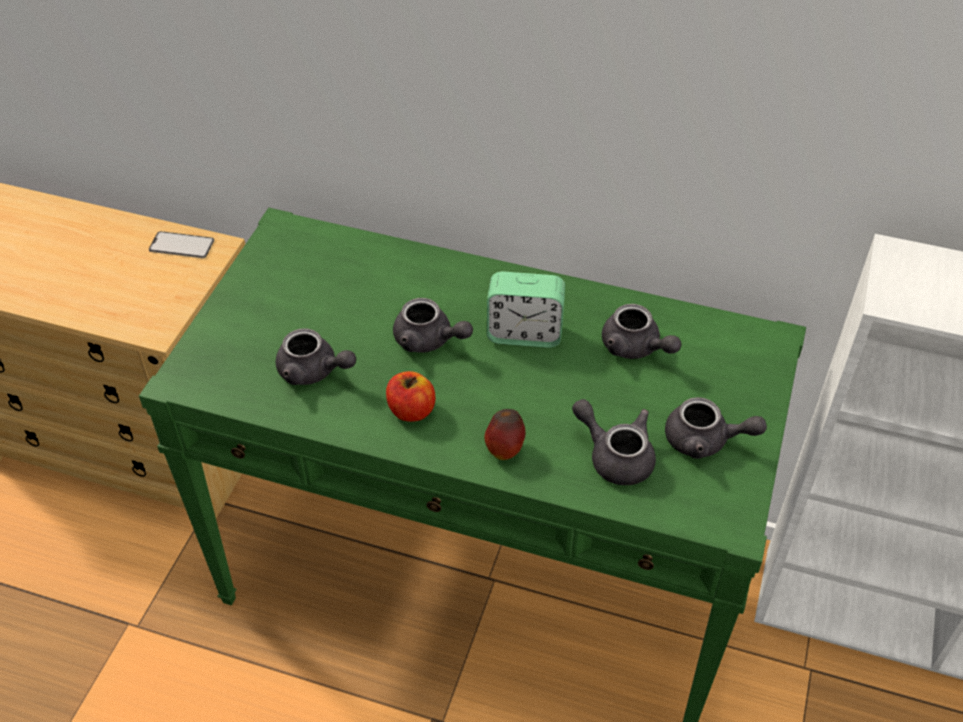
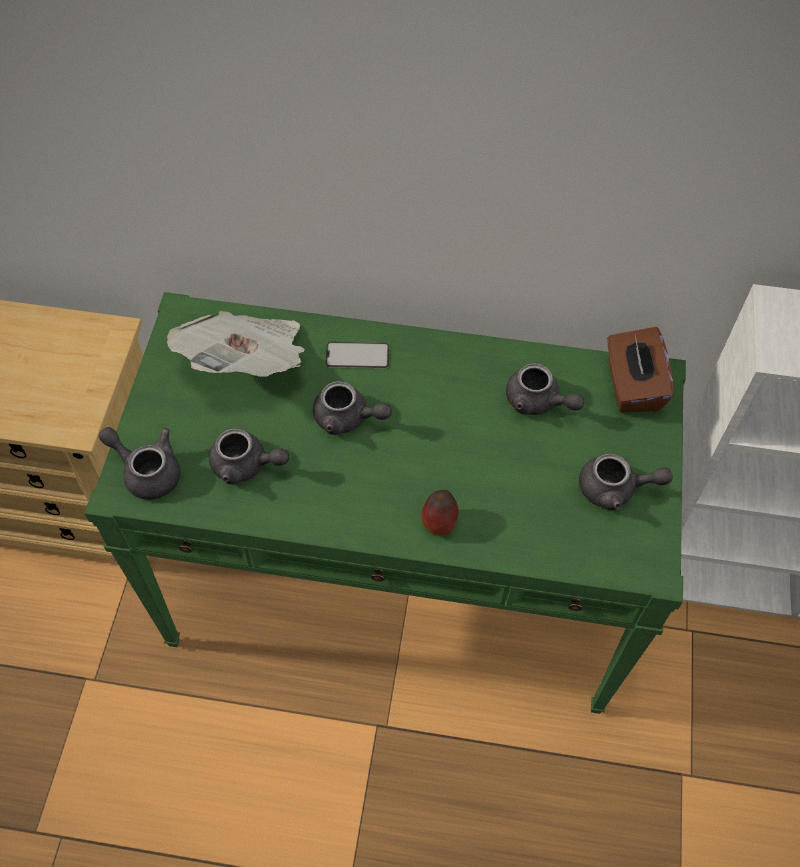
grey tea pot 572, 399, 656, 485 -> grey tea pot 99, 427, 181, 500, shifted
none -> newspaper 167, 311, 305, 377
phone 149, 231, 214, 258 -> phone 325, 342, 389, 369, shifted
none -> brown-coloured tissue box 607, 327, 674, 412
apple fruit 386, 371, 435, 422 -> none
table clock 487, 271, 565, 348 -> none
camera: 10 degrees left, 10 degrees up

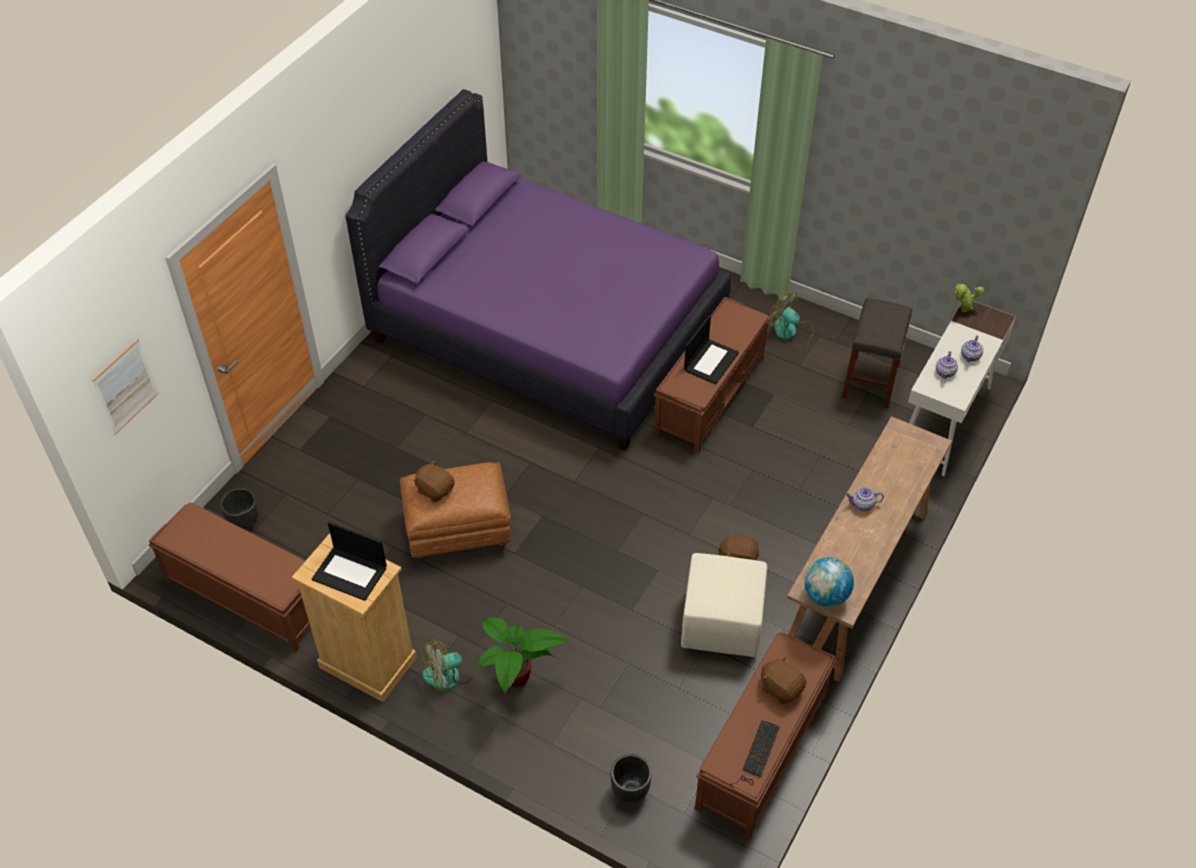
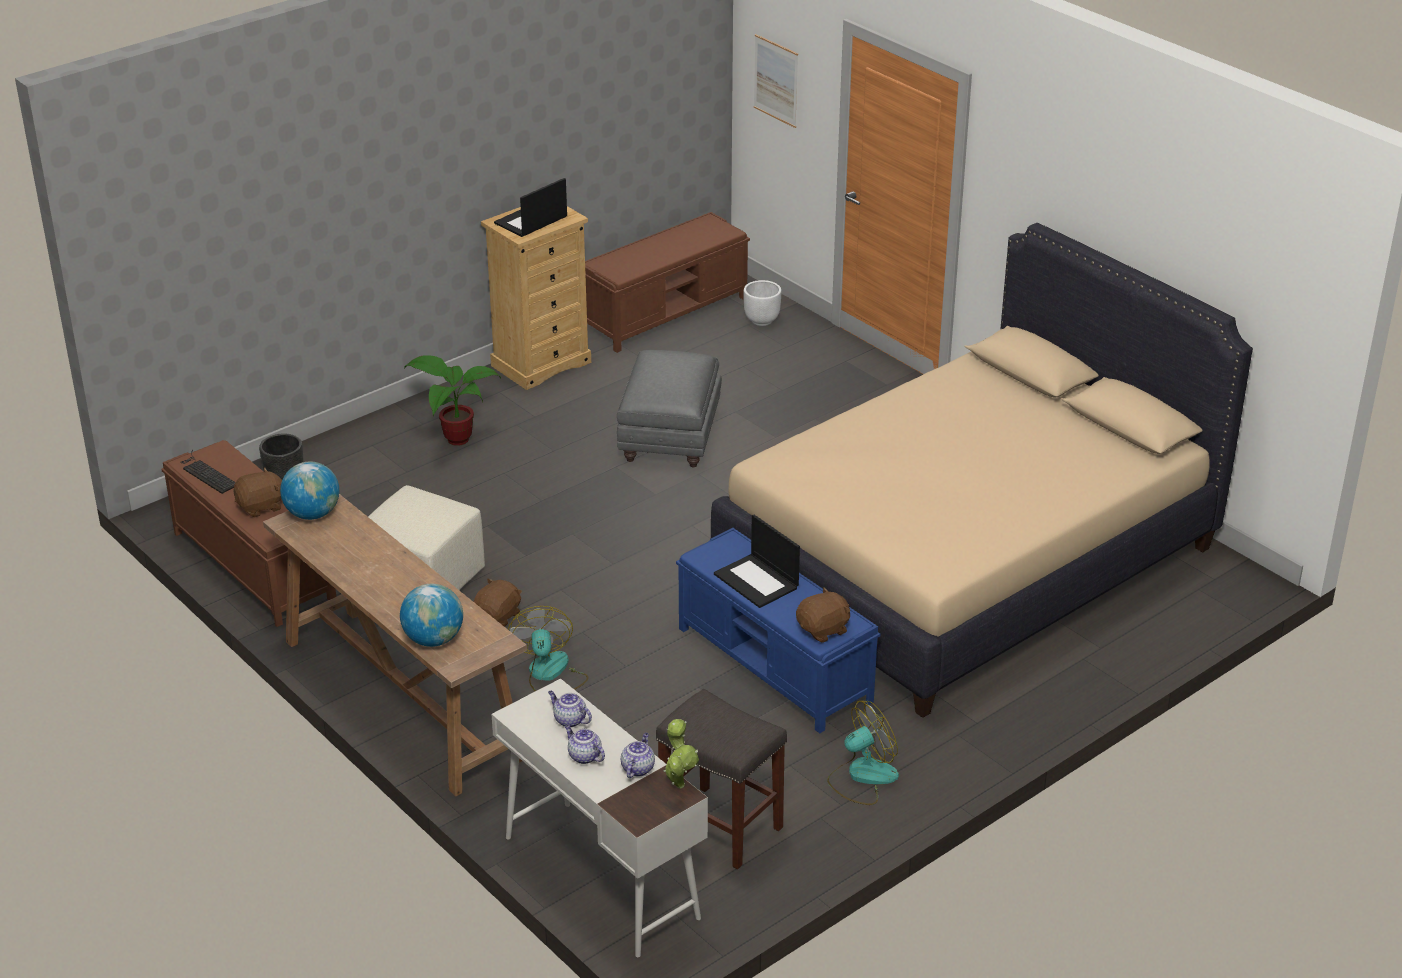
none -> desk globe 400, 584, 463, 647
electric fan 422, 639, 477, 691 -> electric fan 508, 606, 589, 691, shifted
brown-coloured pouffe 400, 462, 510, 560 -> grey pouffe 617, 350, 722, 468
tea pot 846, 487, 884, 511 -> tea pot 621, 733, 655, 778, shifted
brown-coloured bench 654, 297, 770, 454 -> blue-coloured bench 676, 528, 880, 733
purple sleeping bed 345, 89, 731, 451 -> beige-coloured sleeping bed 711, 223, 1253, 718
blackish planter 220, 488, 259, 529 -> whitish planter 744, 280, 781, 326
brown-coloured soft toy 414, 460, 455, 503 -> brown-coloured soft toy 796, 588, 850, 643, shifted
camera: 110 degrees right, 15 degrees down

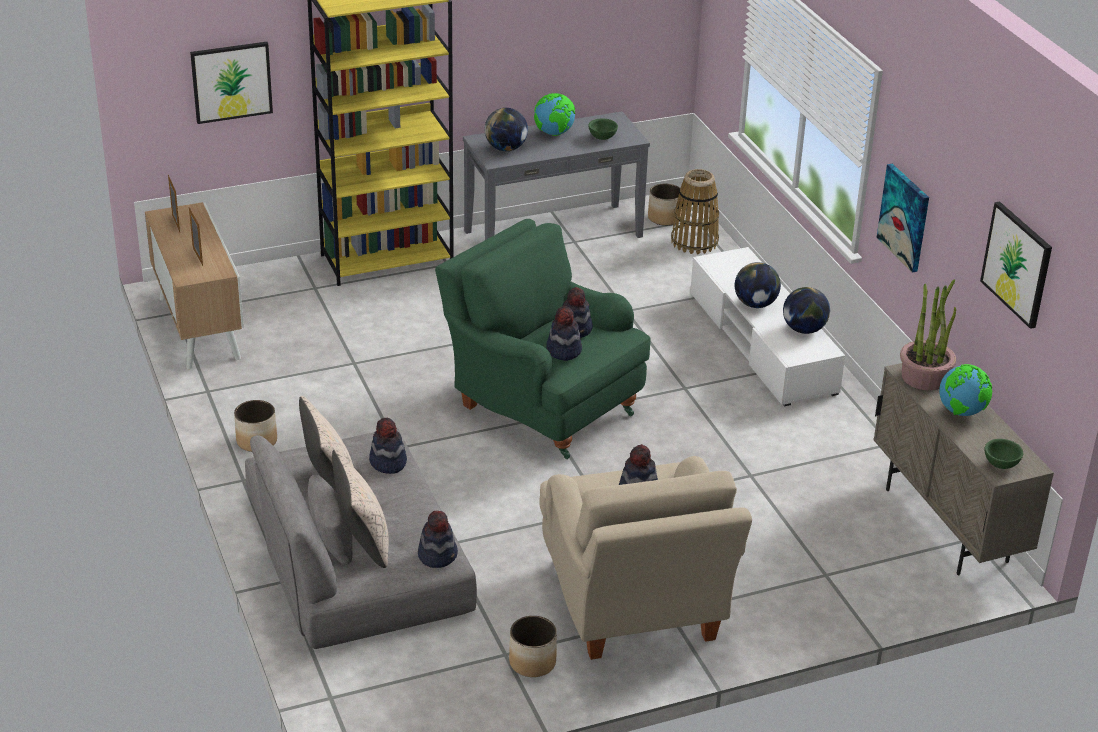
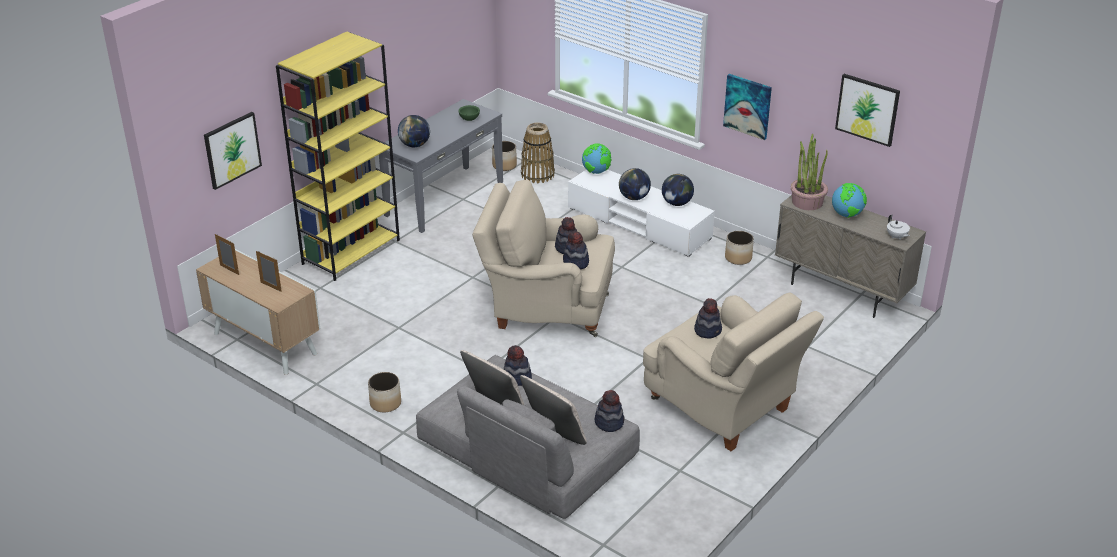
greenish easy chair 435, 219, 651, 459 -> beige-coloured easy chair 472, 180, 615, 337
desk globe 534, 93, 576, 136 -> desk globe 582, 143, 612, 174, shifted
planter 509, 616, 557, 677 -> planter 725, 231, 754, 265, shifted
greenish serving bowl 985, 439, 1023, 469 -> whitish tea pot 887, 214, 910, 240
camera: 30 degrees left, 0 degrees up

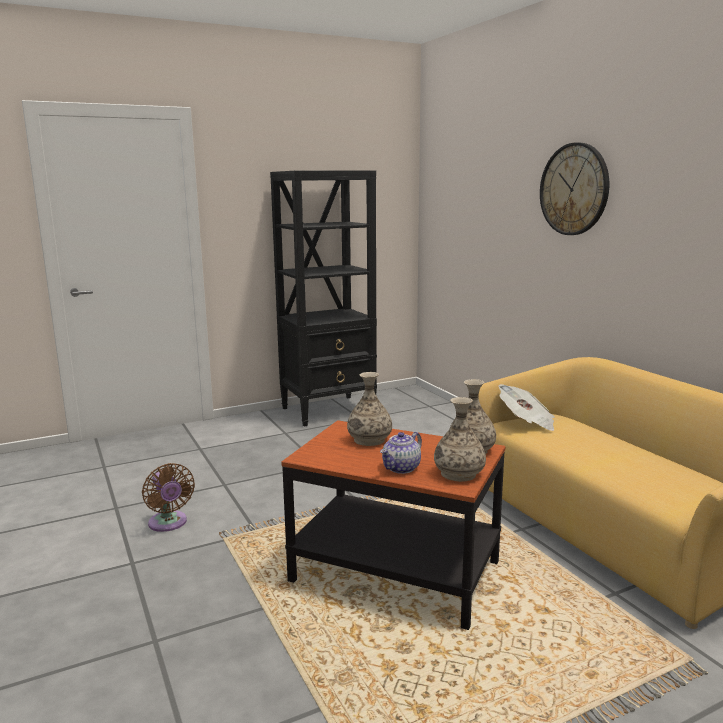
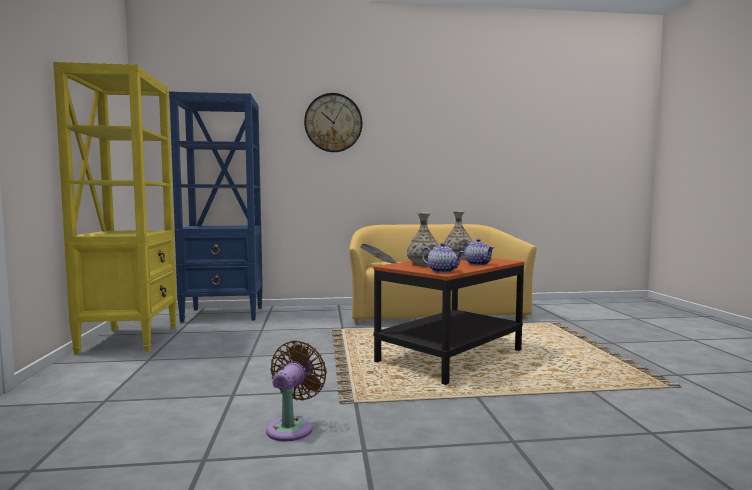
blackish shelving unit 270, 171, 377, 427 -> yellowish shelving unit 53, 62, 177, 354
none -> blue-coloured shelving unit 169, 91, 263, 323
brown-coloured electric fan 142, 463, 195, 532 -> brown-coloured electric fan 266, 340, 327, 442, 60 degrees counterclockwise
none -> tea pot 421, 243, 464, 273
flower vase 434, 397, 486, 482 -> none
camera: 70 degrees left, 10 degrees down

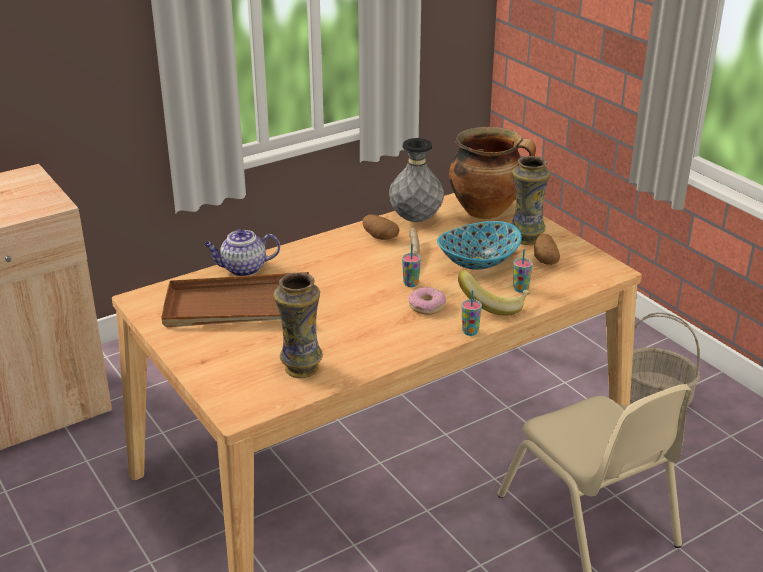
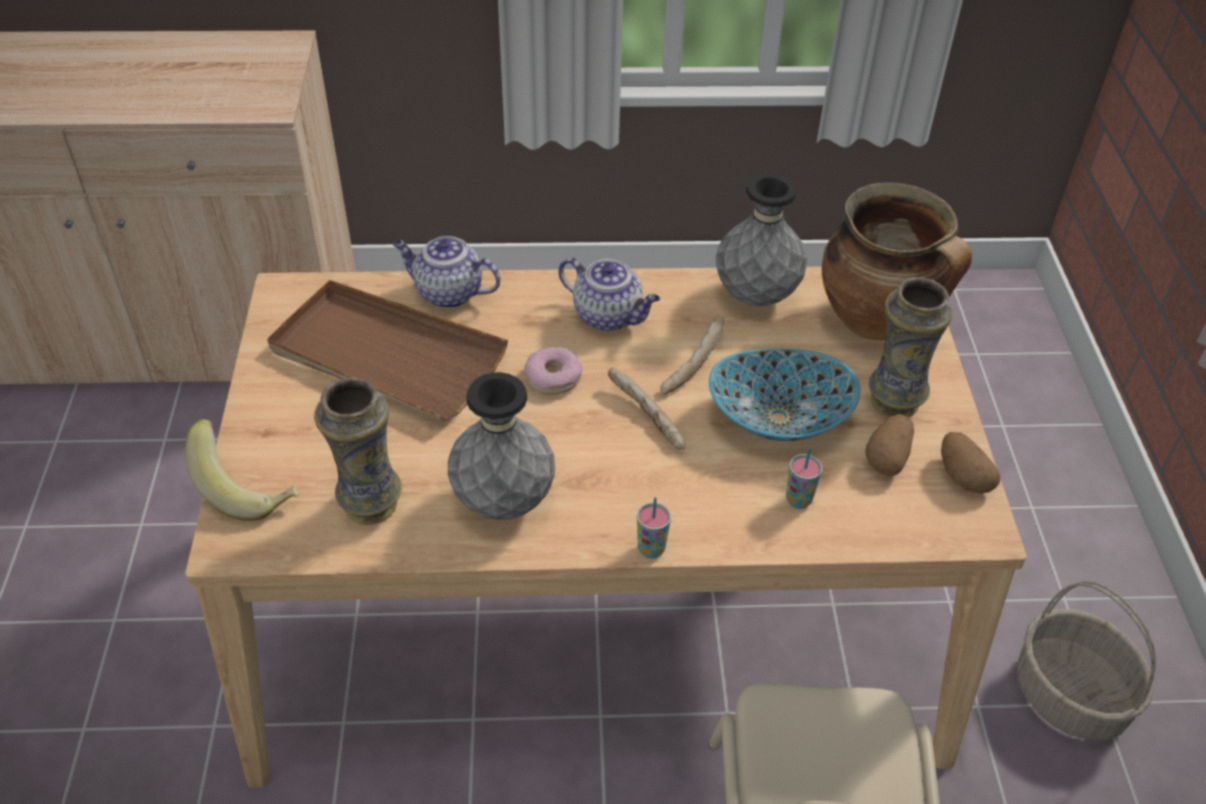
banana 458, 270, 530, 316 -> banana 185, 419, 299, 521, shifted
none -> grey flower vase 448, 372, 555, 520
donut 409, 287, 446, 315 -> donut 525, 347, 583, 395, shifted
none -> tea pot 559, 257, 660, 331
small cup 402, 244, 421, 287 -> bread 608, 367, 686, 450
spud 363, 214, 400, 240 -> spud 941, 432, 1000, 493, shifted
camera: 30 degrees right, 15 degrees up

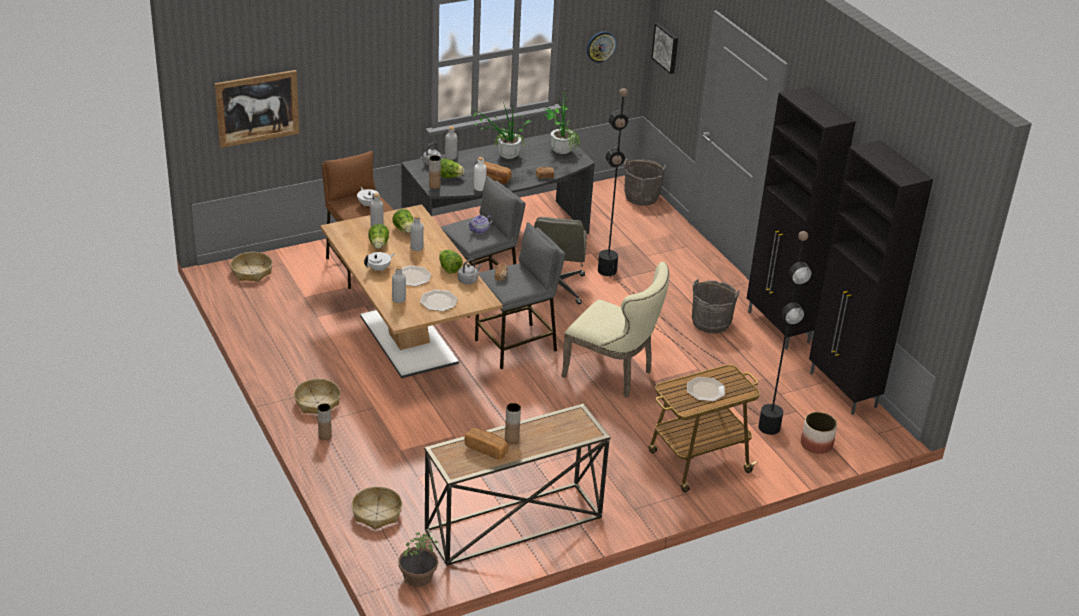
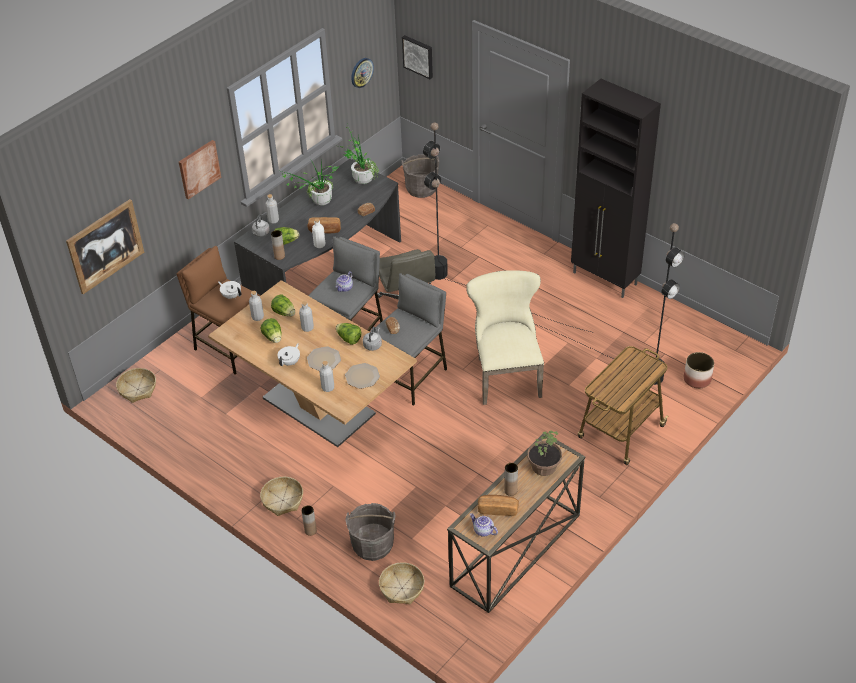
none -> picture 179, 140, 221, 200
grey bucket 692, 279, 740, 334 -> grey bucket 345, 503, 395, 561, shifted
beige-coloured upright chair 561, 262, 669, 398 -> beige-coloured upright chair 466, 270, 544, 405, 105 degrees counterclockwise
none -> tea pot 470, 513, 498, 537
houseplant 398, 533, 438, 587 -> houseplant 527, 430, 562, 476, shifted
plate 687, 377, 725, 401 -> none
blackish storage cabinet 809, 140, 933, 415 -> none
camera: 20 degrees left, 10 degrees up

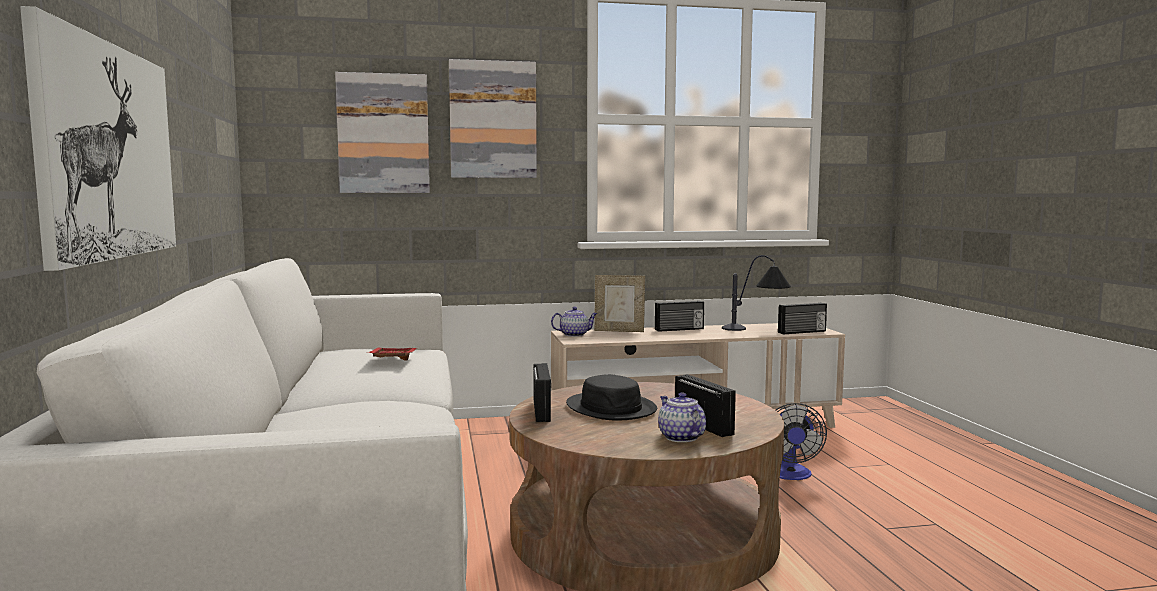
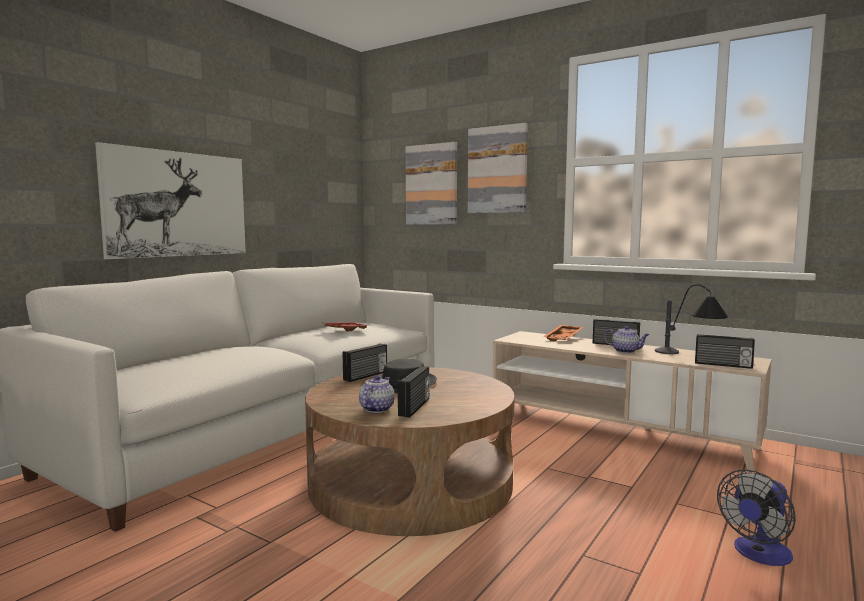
standing frame 594, 275, 645, 332 -> orangey tray 543, 325, 583, 341
tea pot 551, 307, 598, 337 -> tea pot 604, 326, 649, 353, shifted
electric fan 776, 403, 827, 480 -> electric fan 717, 469, 796, 566, shifted
camera: 45 degrees right, 0 degrees up

